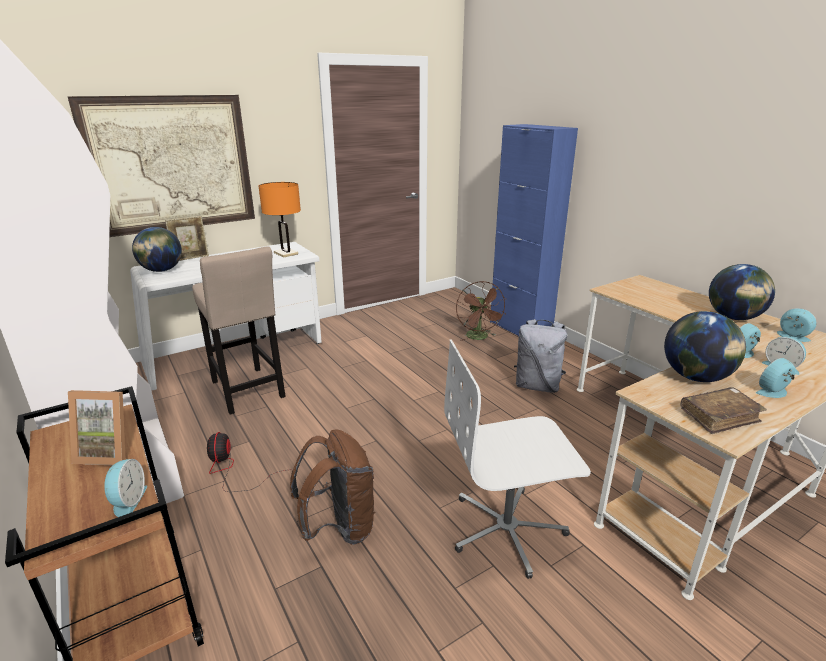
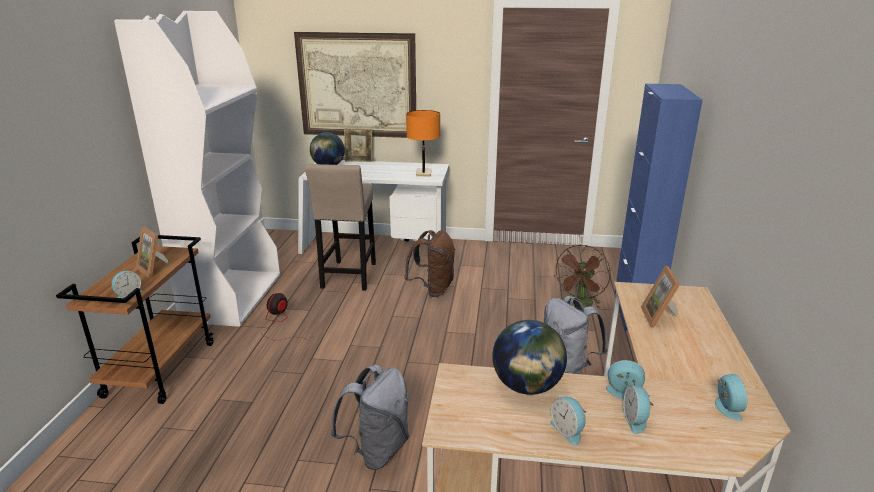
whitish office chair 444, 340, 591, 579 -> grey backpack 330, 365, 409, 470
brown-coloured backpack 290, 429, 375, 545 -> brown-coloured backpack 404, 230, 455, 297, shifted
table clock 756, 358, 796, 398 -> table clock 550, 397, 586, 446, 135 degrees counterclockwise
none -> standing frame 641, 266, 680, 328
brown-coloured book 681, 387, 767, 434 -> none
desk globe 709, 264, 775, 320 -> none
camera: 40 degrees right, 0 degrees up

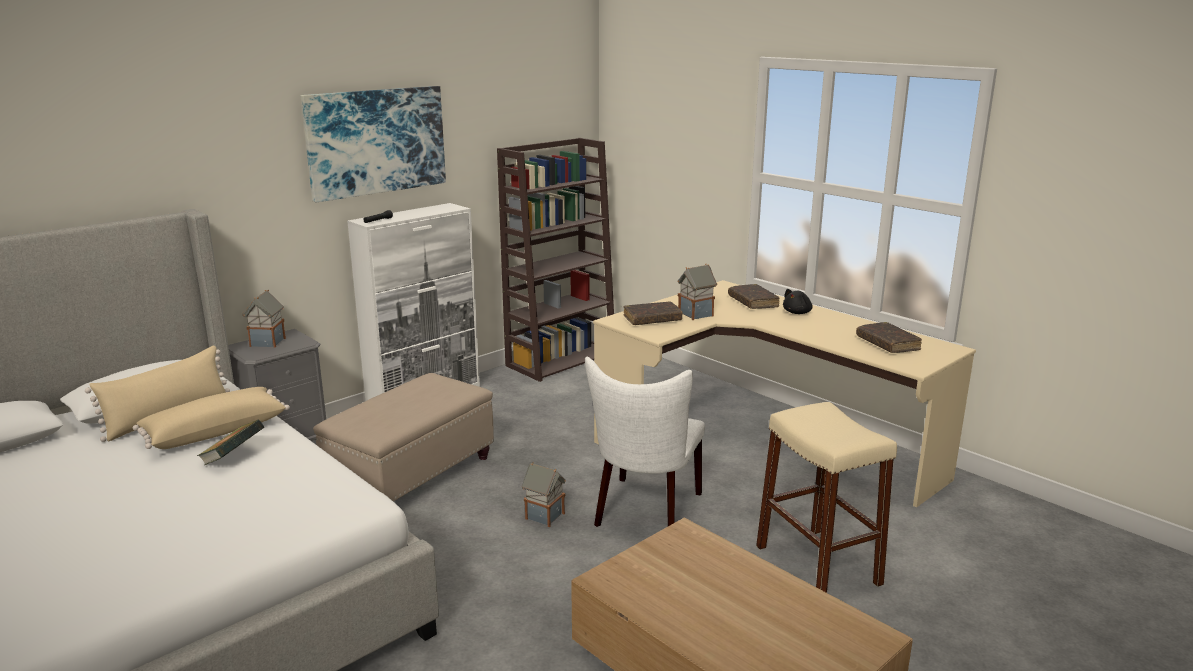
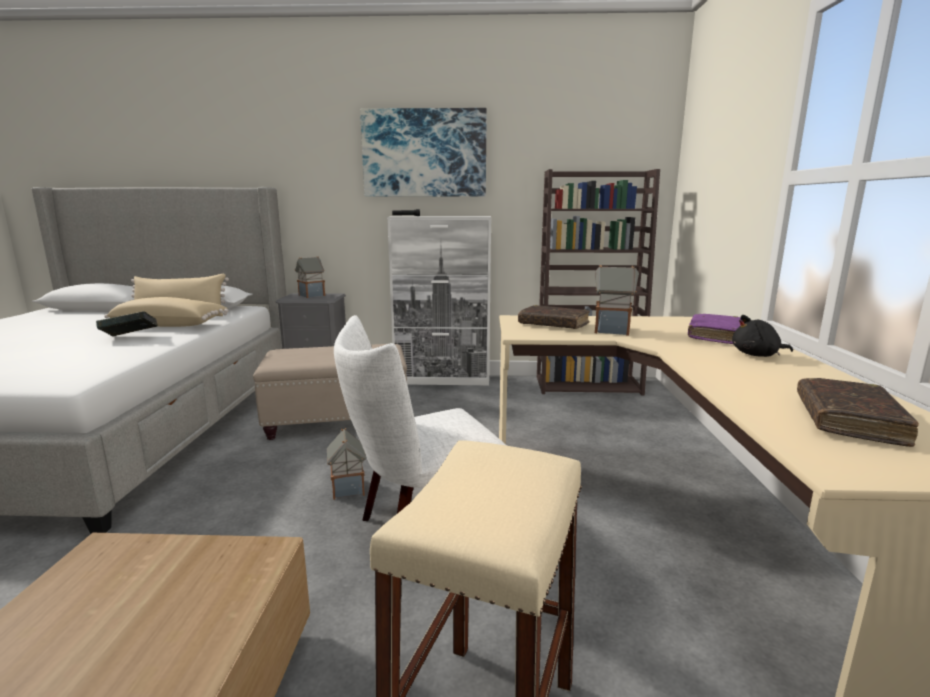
brown-coloured book 728, 284, 779, 309 -> purple book 688, 314, 741, 344
camera: 45 degrees right, 5 degrees down

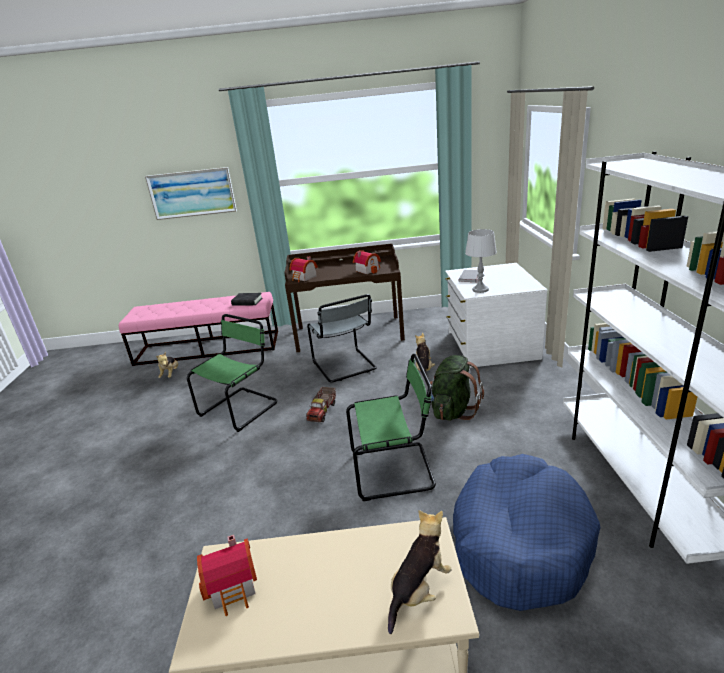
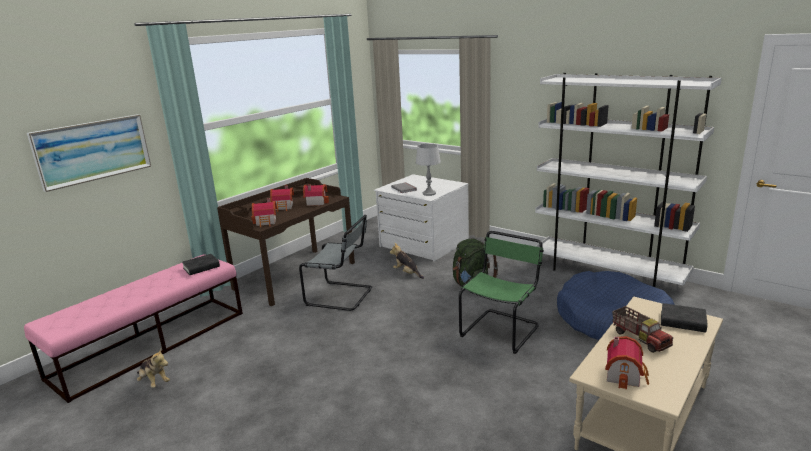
none -> toy house 270, 185, 294, 212
toy lorry 306, 387, 336, 422 -> toy lorry 612, 306, 673, 353, shifted
soft toy 388, 510, 452, 634 -> blackish book 661, 303, 708, 333
greenish upright chair 187, 314, 277, 432 -> none
camera: 50 degrees left, 5 degrees down

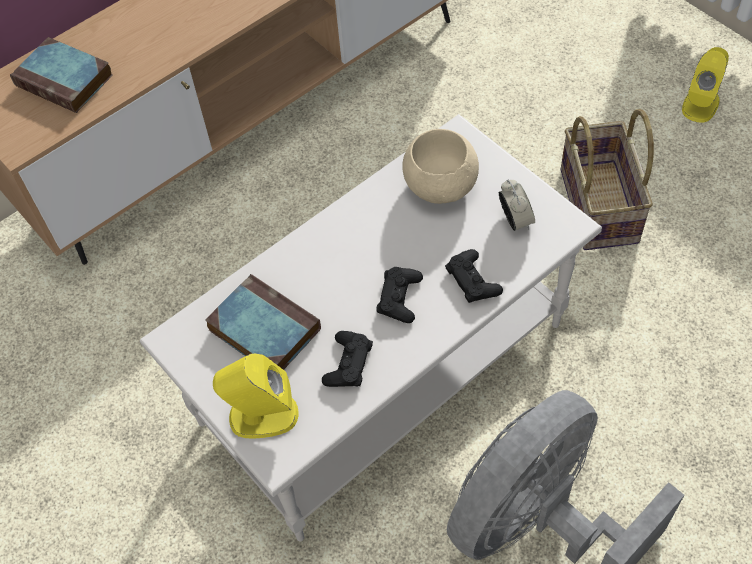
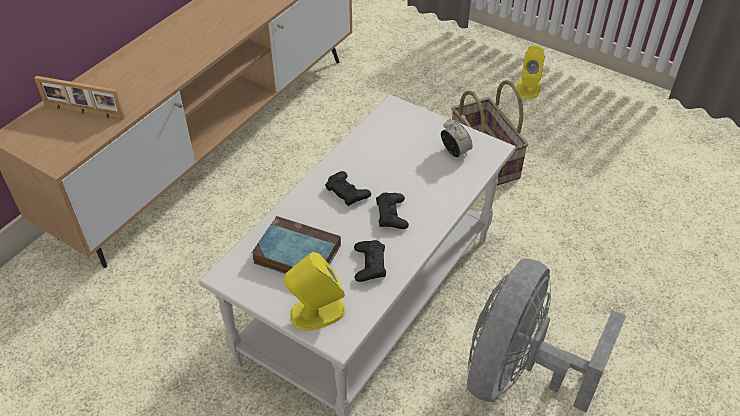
book 10, 37, 113, 113 -> standing frame 34, 76, 125, 120
blackish gamepad 445, 249, 503, 303 -> blackish gamepad 325, 171, 371, 206, shifted
beige-coloured serving bowl 403, 129, 479, 204 -> none
camera: 20 degrees left, 10 degrees down

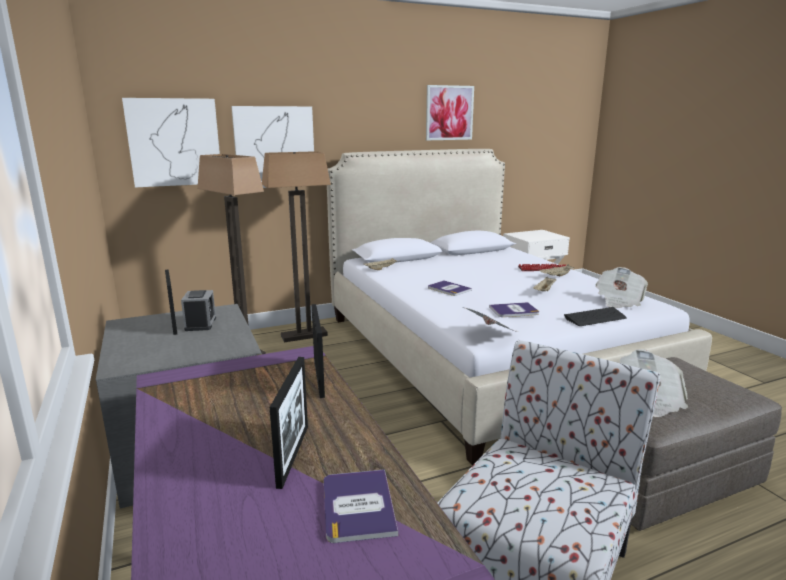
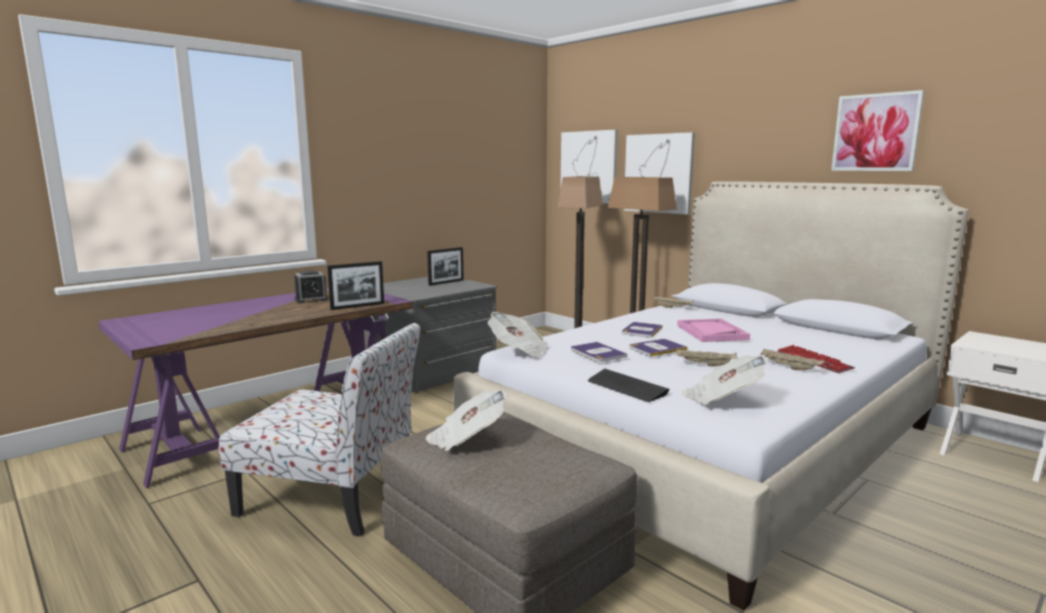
table clock 181, 290, 216, 331 -> table clock 294, 270, 328, 303, shifted
book 324, 469, 398, 543 -> book 629, 339, 688, 357, shifted
none -> pink-coloured tray 677, 319, 750, 342
standing frame 270, 357, 308, 489 -> none
camera: 70 degrees right, 5 degrees down

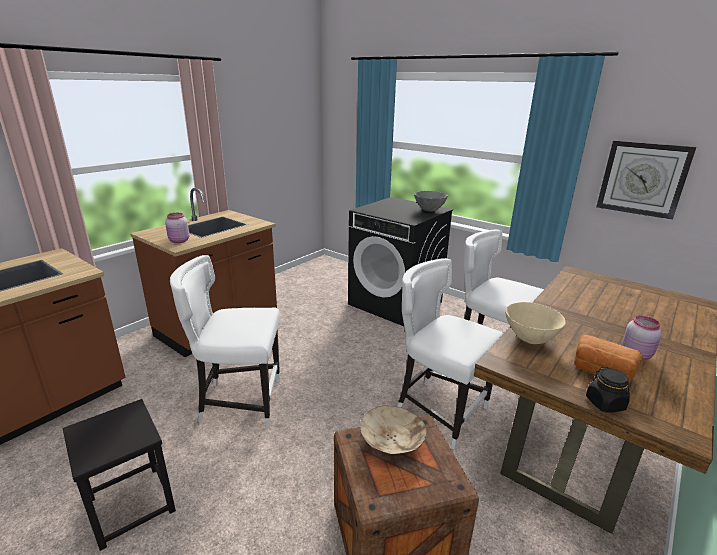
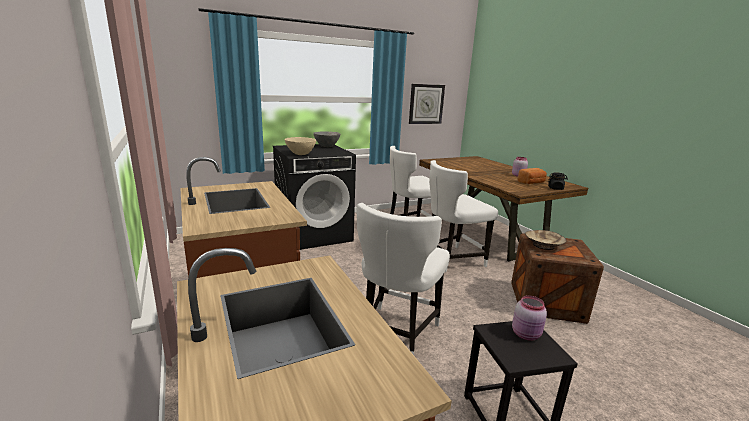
beige-coloured serving bowl 505, 302, 566, 344 -> beige-coloured serving bowl 285, 137, 316, 155, shifted
pink-coloured preserve jar 165, 213, 190, 243 -> pink-coloured preserve jar 512, 295, 547, 341, shifted
camera: 65 degrees left, 5 degrees down

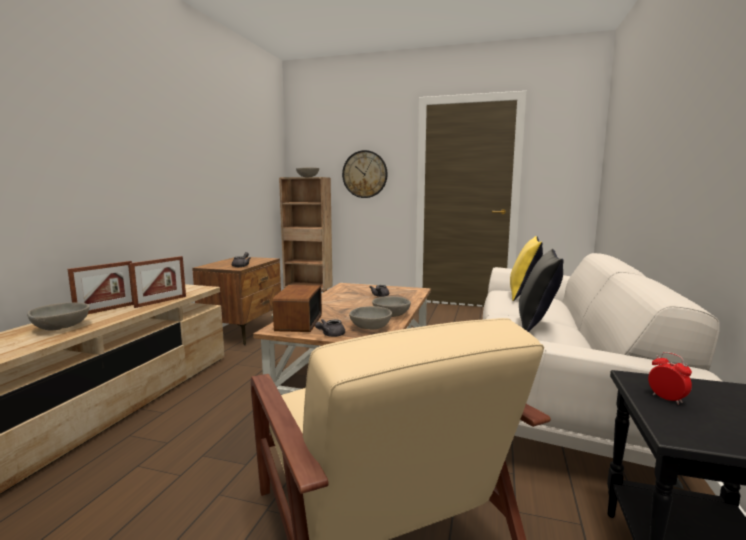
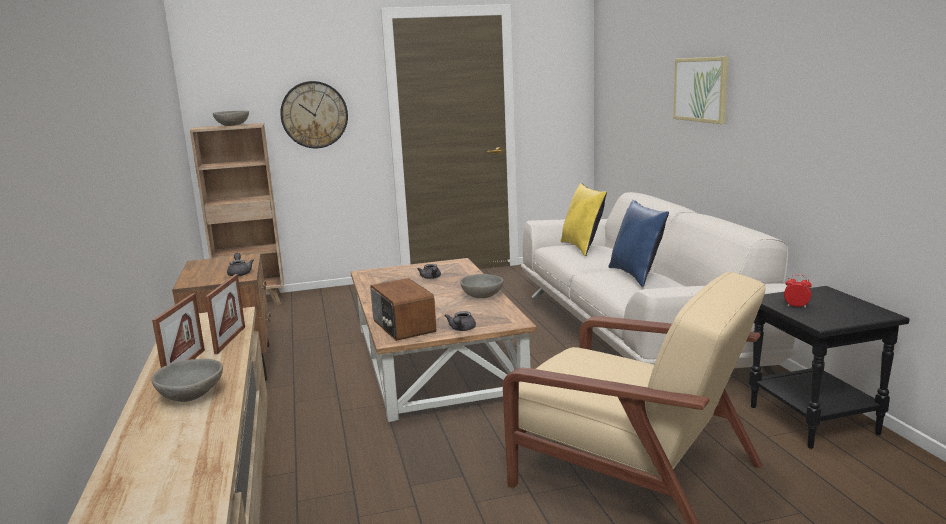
blackish throw pillow 519, 249, 563, 332 -> blue-coloured throw pillow 608, 200, 669, 287
none -> picture 673, 56, 728, 124
grey serving bowl 349, 306, 392, 330 -> none
camera: 30 degrees left, 5 degrees up

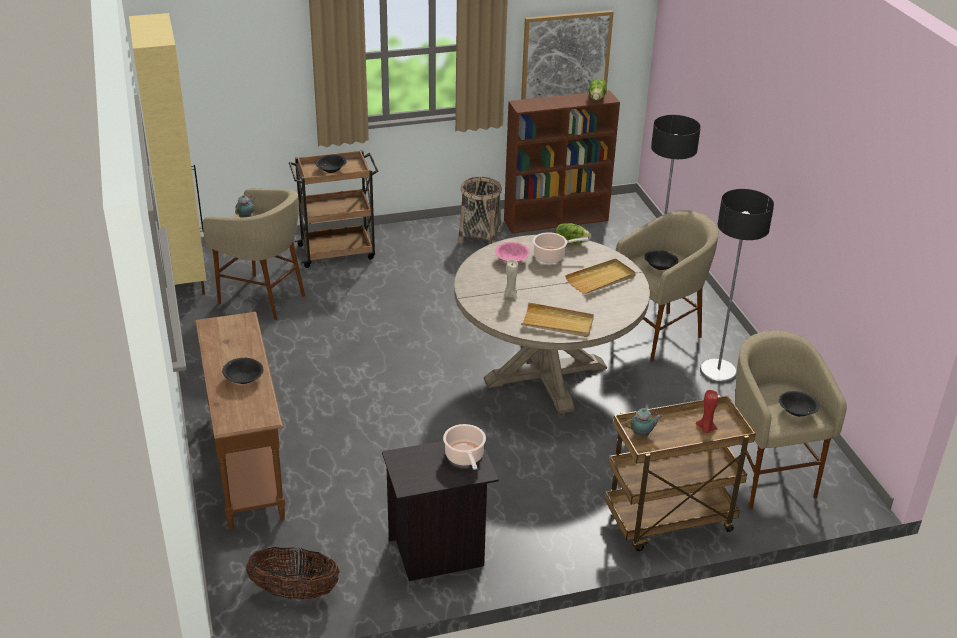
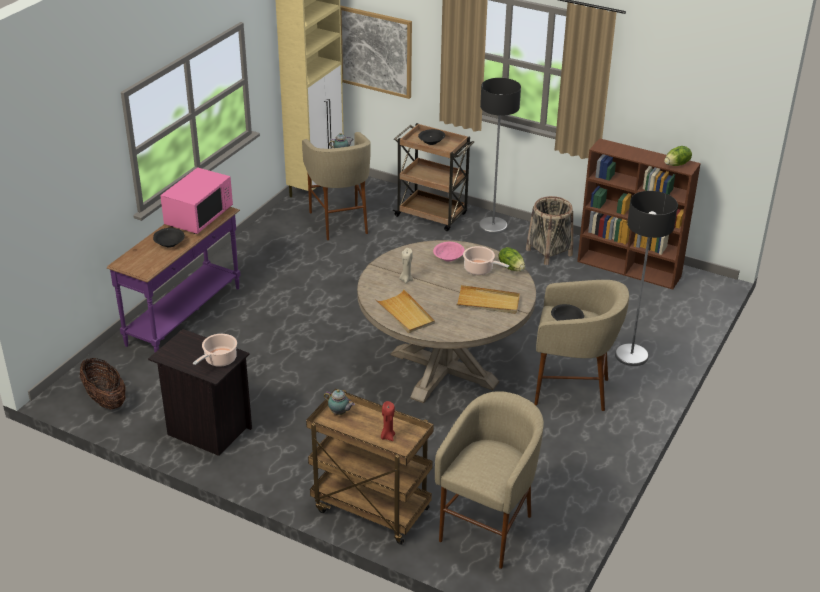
brown-coloured narrow table 196, 312, 285, 530 -> purple narrow table 107, 207, 240, 352
none -> pink-coloured microwave oven 160, 167, 233, 234
picture 521, 10, 614, 100 -> picture 340, 5, 412, 99, shifted
standing lamp 700, 189, 774, 383 -> standing lamp 479, 78, 521, 234, shifted
blackish serving bowl 779, 391, 819, 417 -> none
camera: 45 degrees right, 0 degrees up

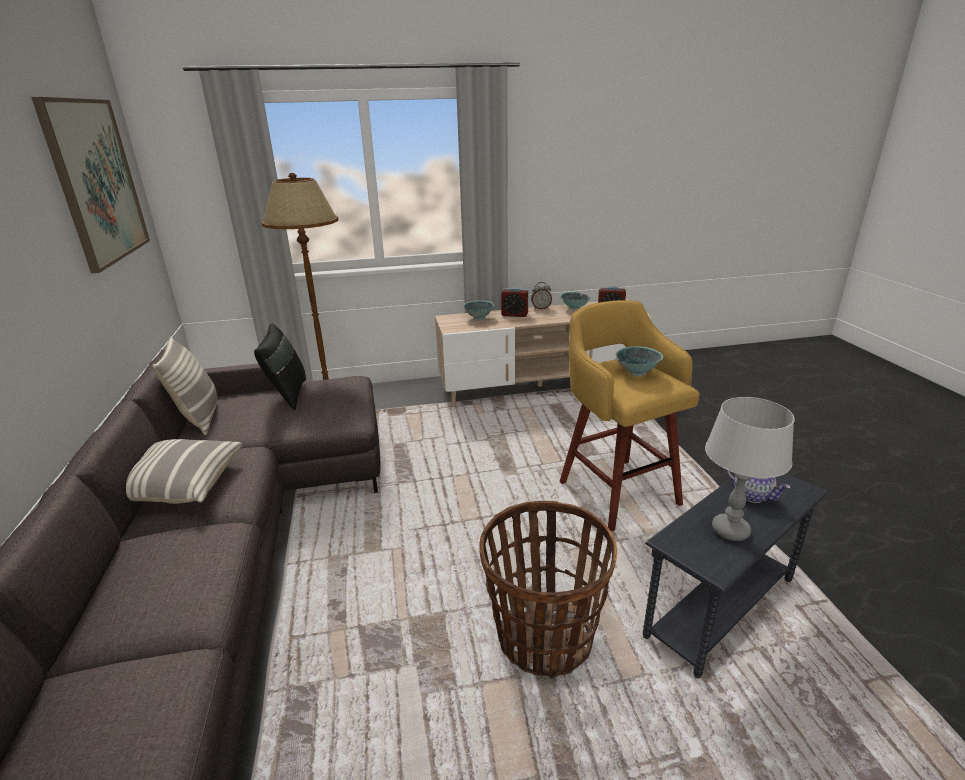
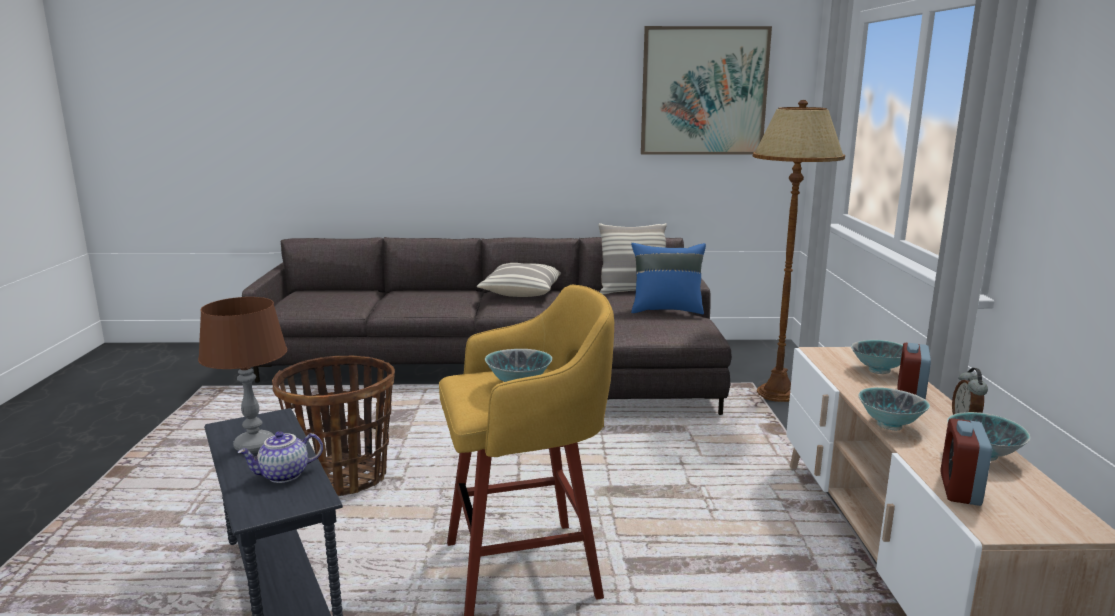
grey lamp for a table 705, 397, 794, 541 -> brown-coloured lamp for a table 198, 297, 287, 453
blackish throw pillow 254, 323, 306, 410 -> blue-coloured throw pillow 631, 243, 706, 314
none -> serving bowl 858, 387, 930, 430
camera: 100 degrees right, 10 degrees down

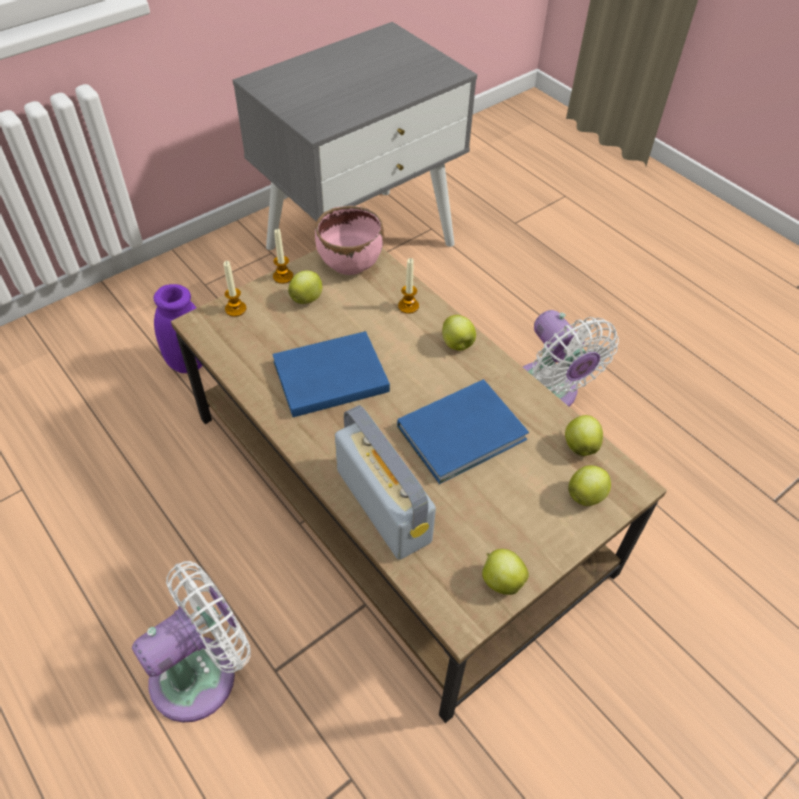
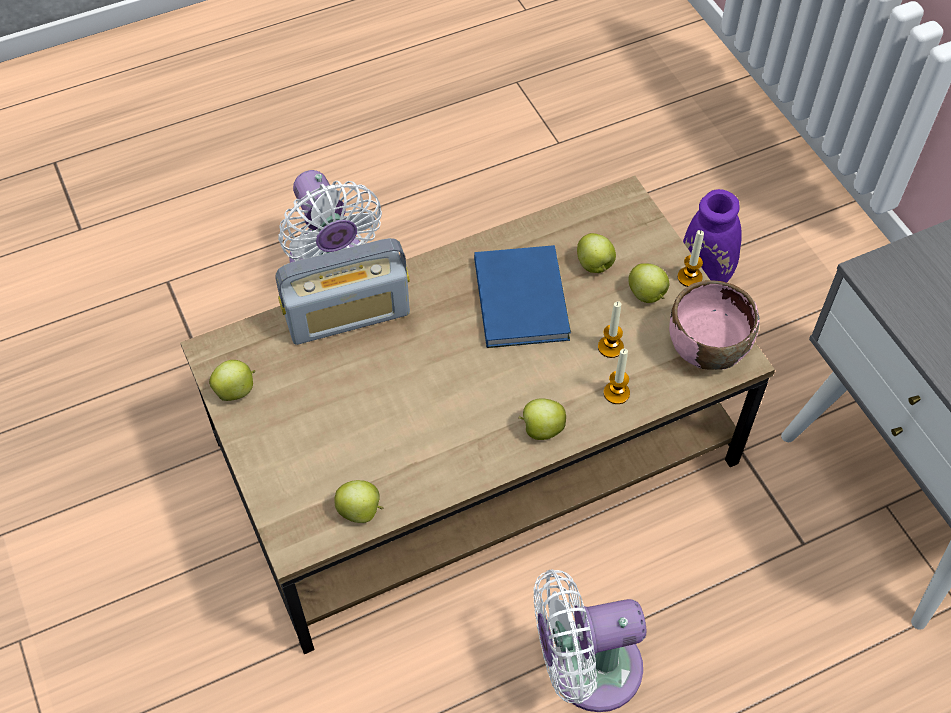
apple fruit 568, 465, 611, 506 -> apple fruit 577, 233, 616, 273, shifted
wax light 224, 261, 246, 317 -> wax light 598, 301, 624, 358, shifted
blue-coloured book 397, 379, 529, 484 -> none
camera: 105 degrees right, 5 degrees up

